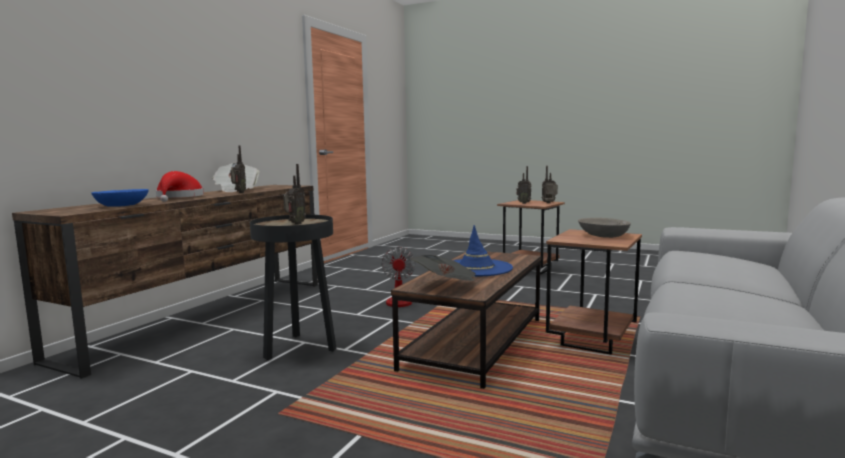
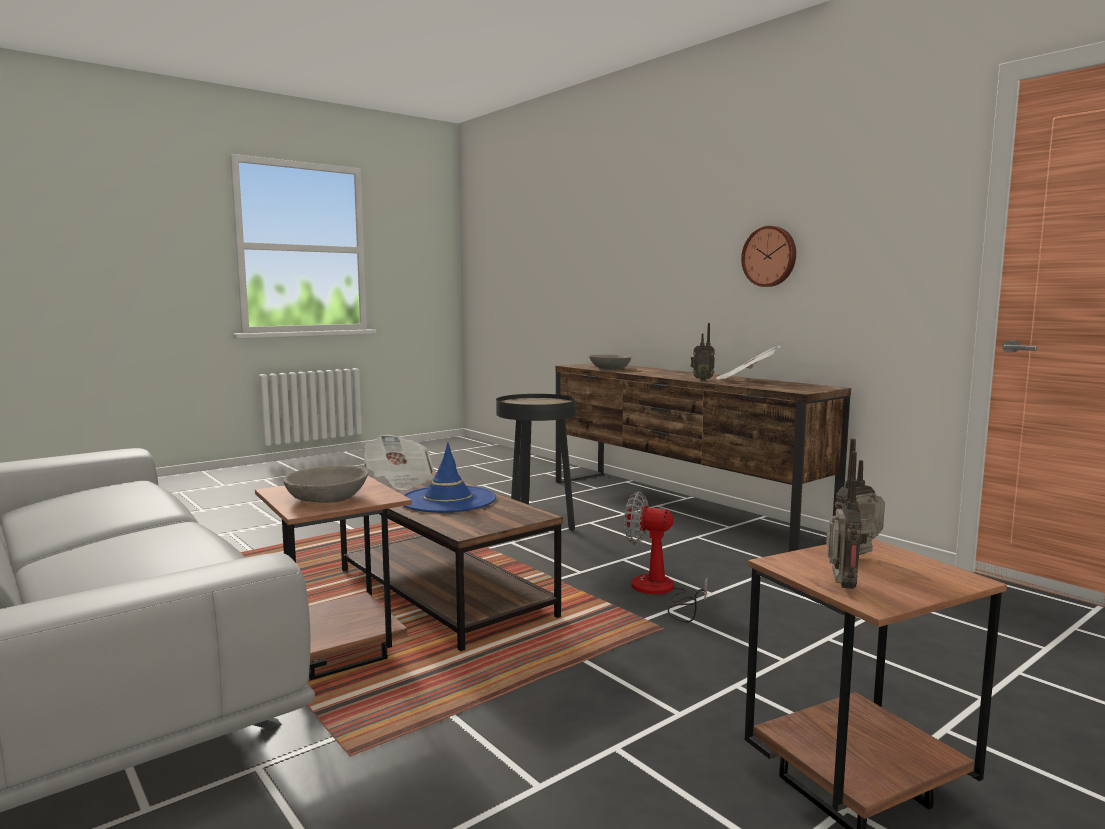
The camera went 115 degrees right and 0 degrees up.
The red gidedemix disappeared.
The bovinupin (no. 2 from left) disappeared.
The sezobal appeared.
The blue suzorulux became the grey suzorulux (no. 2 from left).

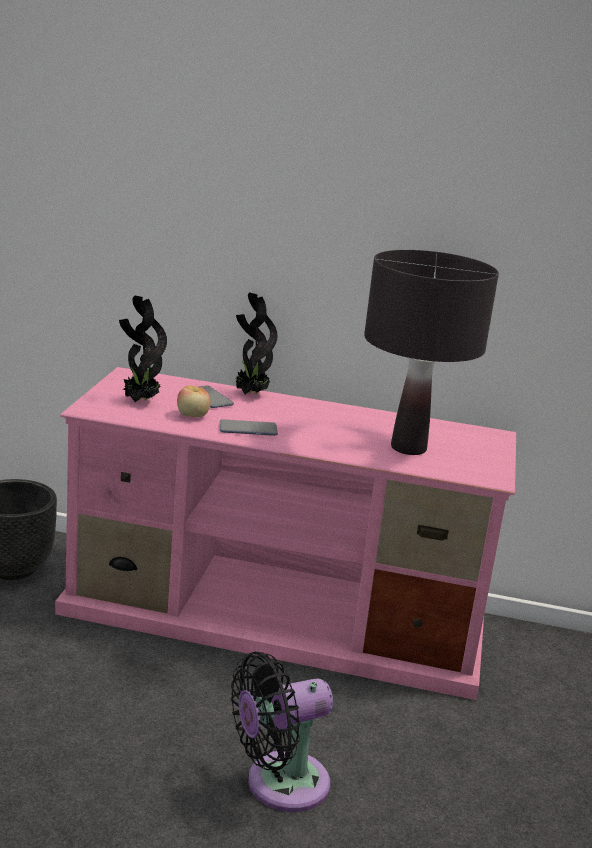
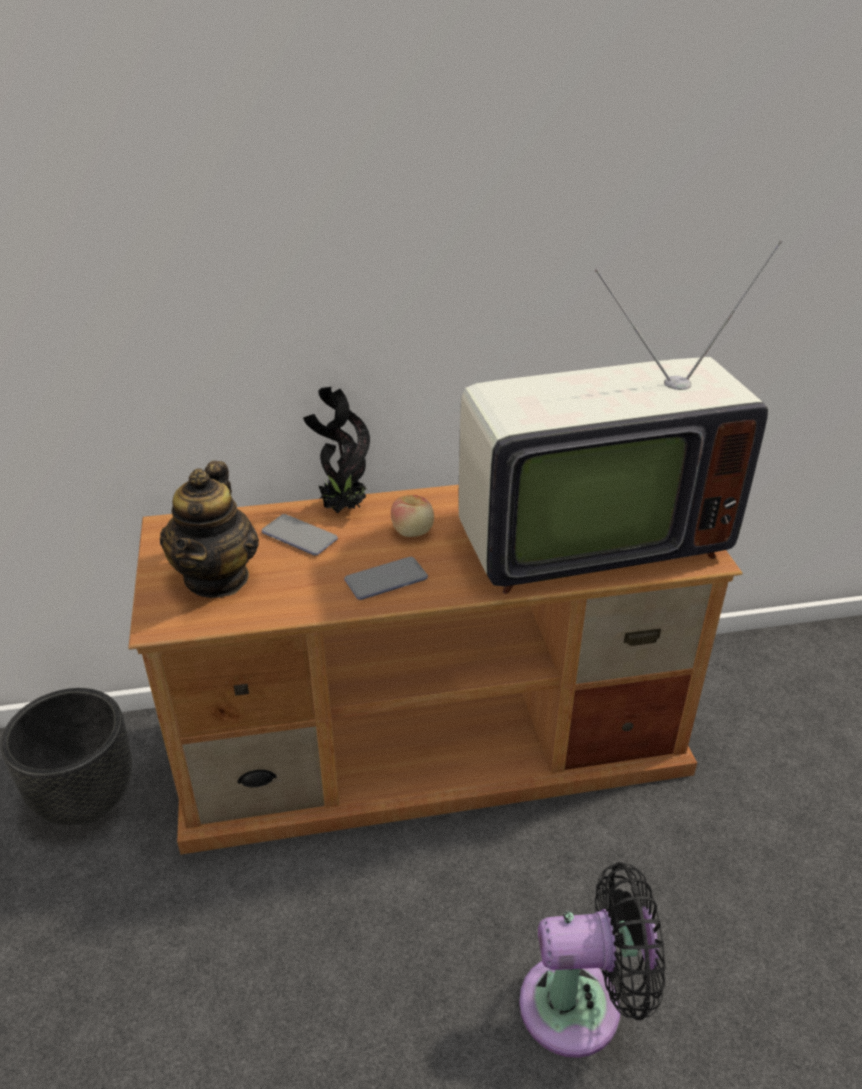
The camera went 20 degrees left and 15 degrees up.
The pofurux moved.
The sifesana (no. 1 from left) was replaced by the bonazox.
The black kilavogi was replaced by the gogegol.
The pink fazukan became the brown fazukan.
The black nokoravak turned 135 degrees counterclockwise.

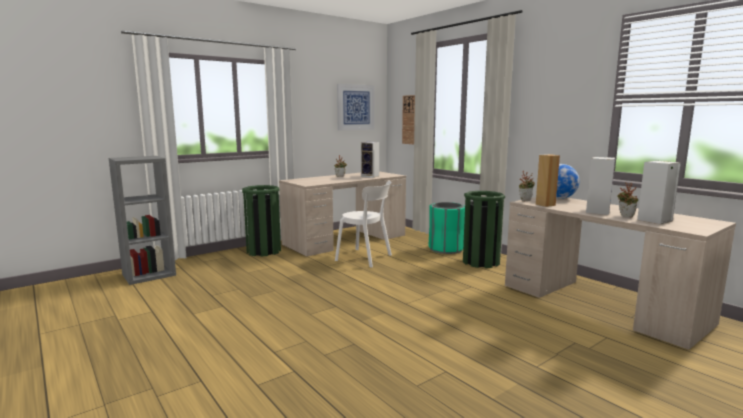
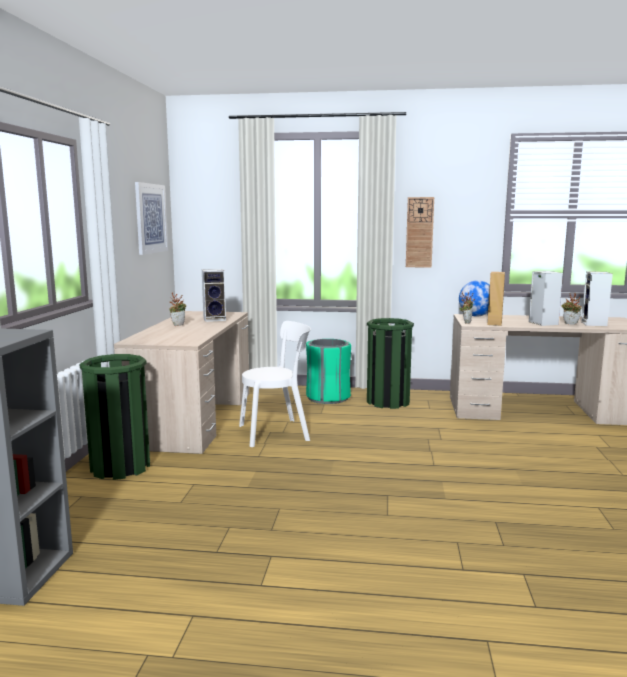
The camera went 45 degrees left and 0 degrees up.
The sezobal moved.

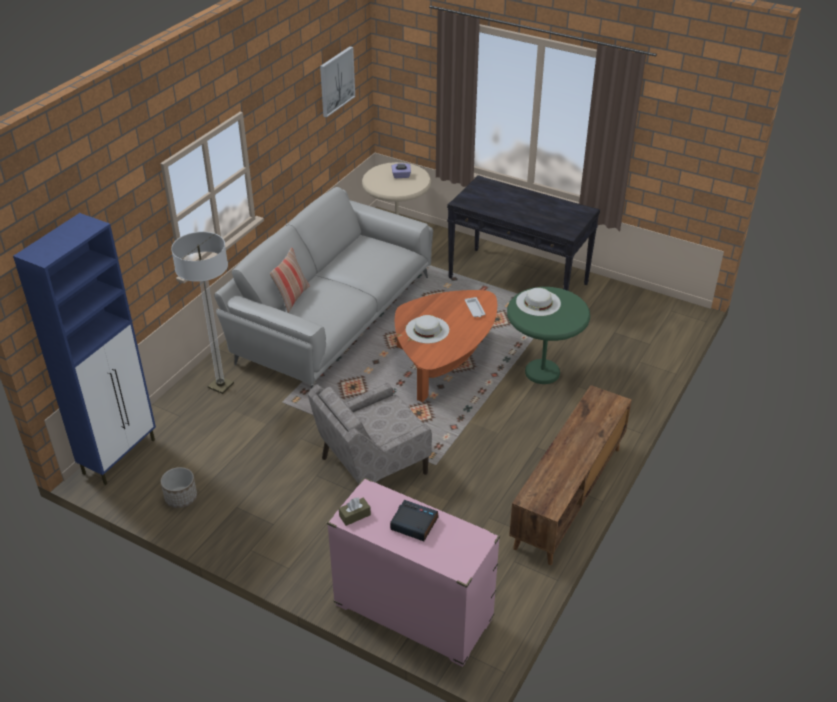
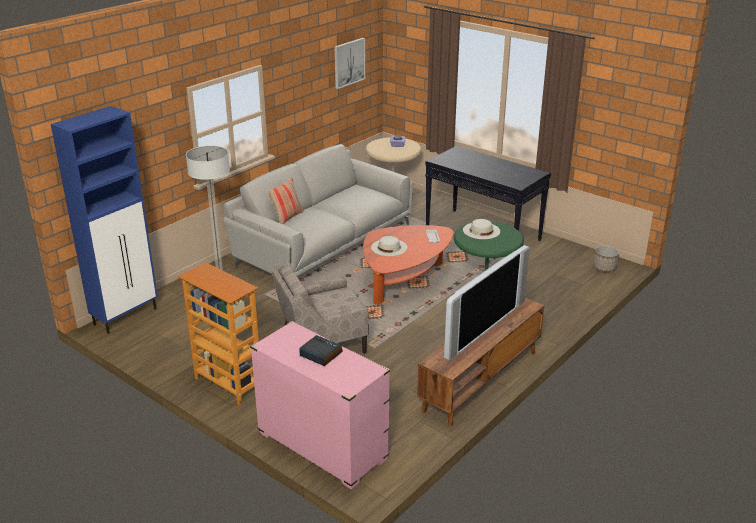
The camera went 10 degrees right and 10 degrees down.
The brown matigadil disappeared.
The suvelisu appeared.
The gogegol appeared.
The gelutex moved.

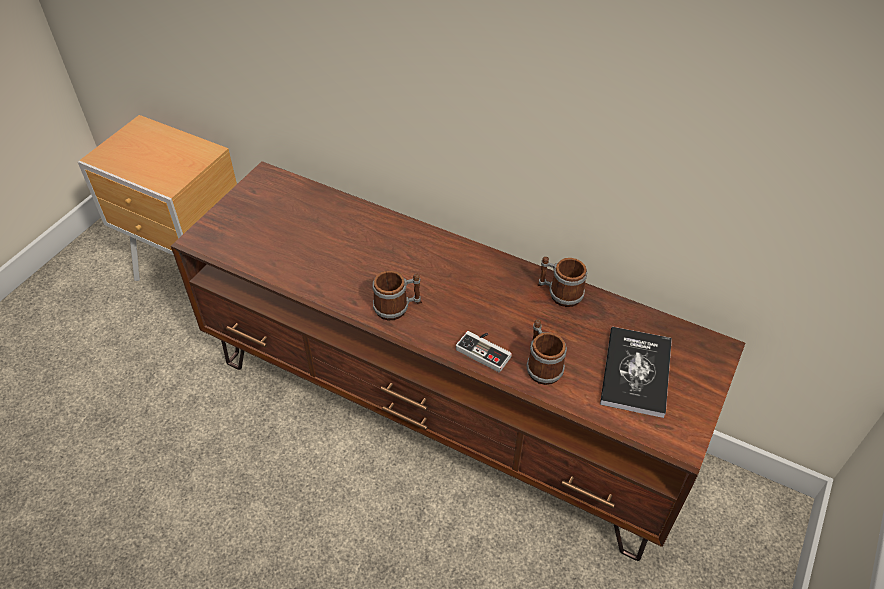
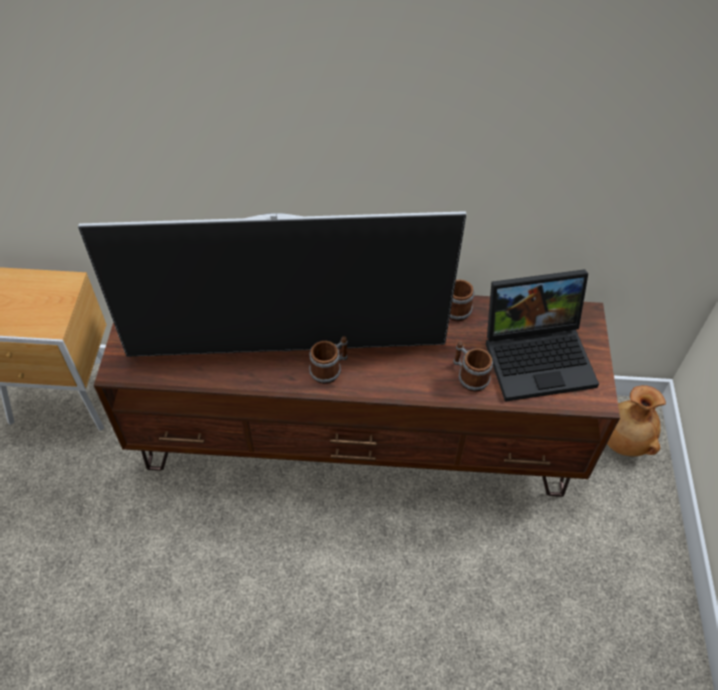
The camera went 25 degrees left and 5 degrees up.
The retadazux disappeared.
The gogegol appeared.
The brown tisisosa appeared.
The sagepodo was replaced by the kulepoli.

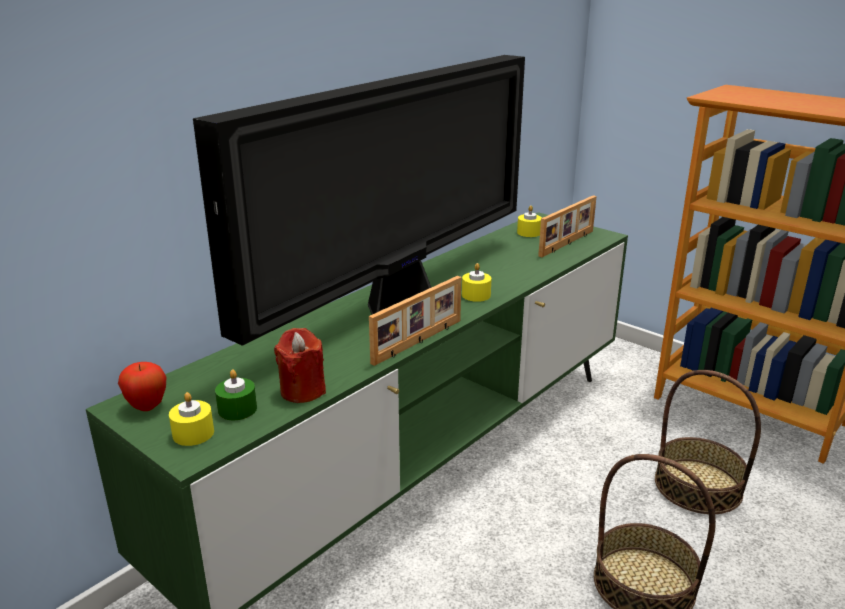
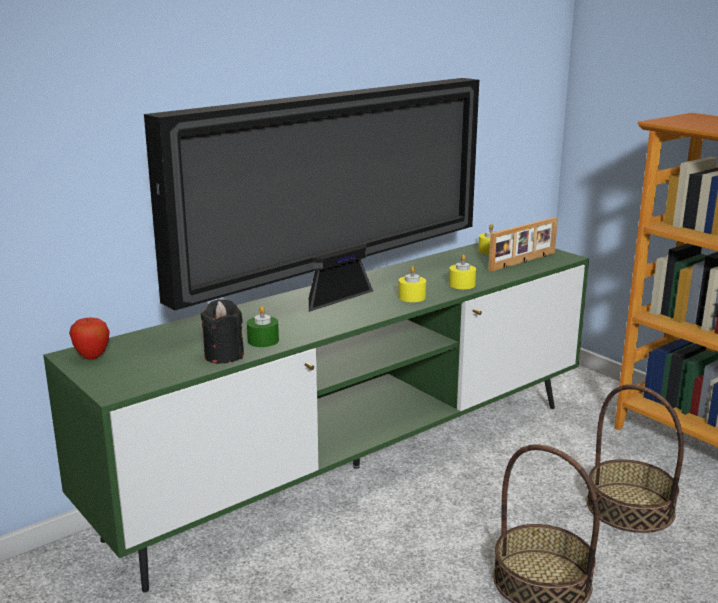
The camera went 10 degrees right and 5 degrees down.
The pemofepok (no. 1 from left) disappeared.
The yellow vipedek (no. 1 from left in the first image) moved.
The green vipedek moved.
The red vipedek became the black vipedek.

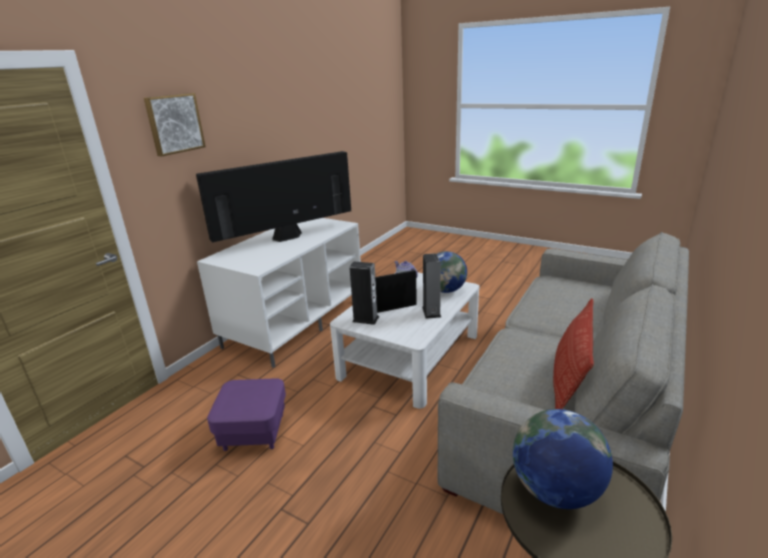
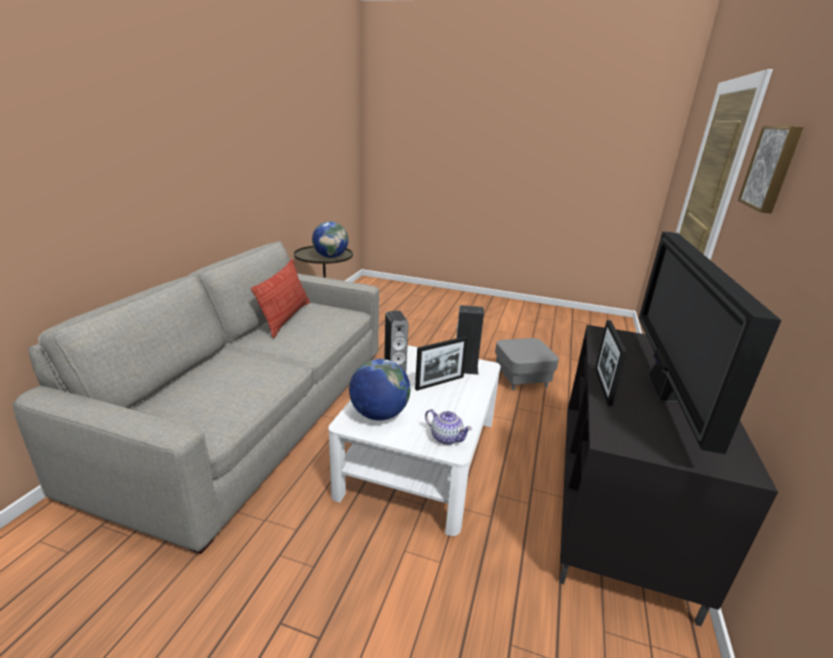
The camera went 165 degrees right and 0 degrees up.
The pemofepok (no. 2 from left) appeared.
The white fazukan became the black fazukan.
The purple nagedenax became the grey nagedenax.
The gogegol turned 150 degrees clockwise.

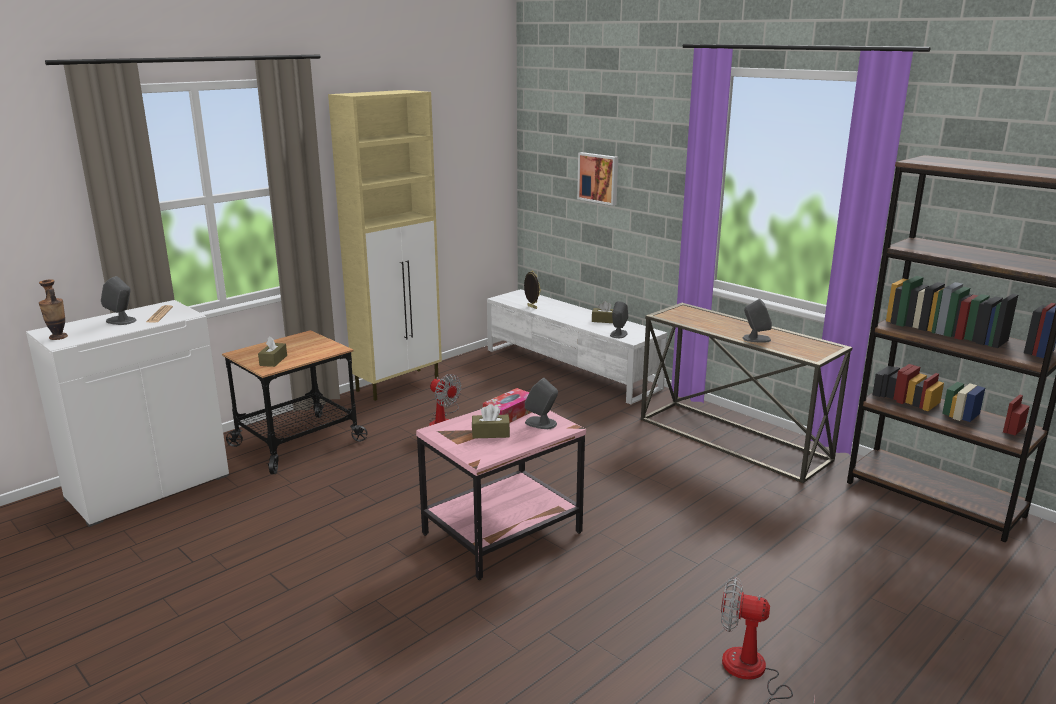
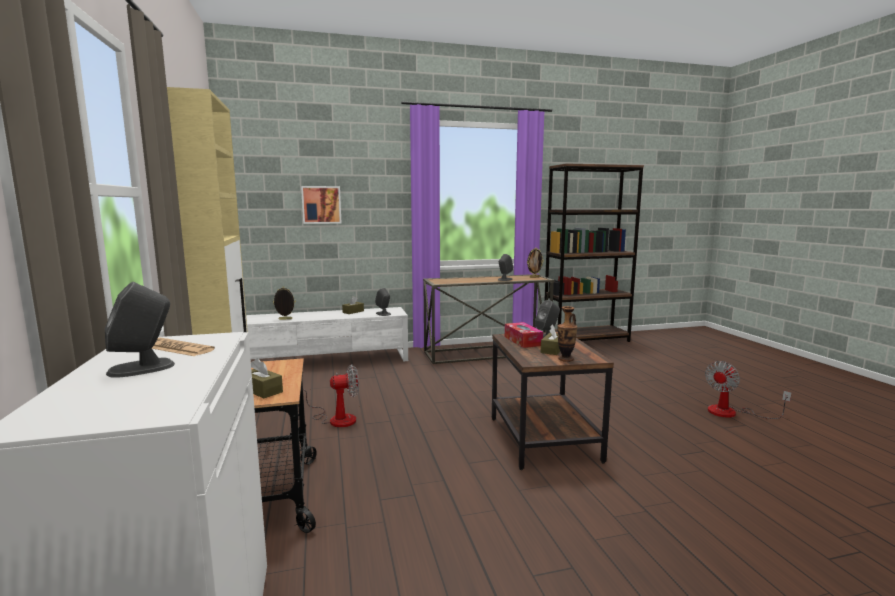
The camera went 60 degrees left and 10 degrees down.
The pemofepok (no. 2 from left) appeared.
The tisisosa moved.
The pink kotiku became the brown kotiku.

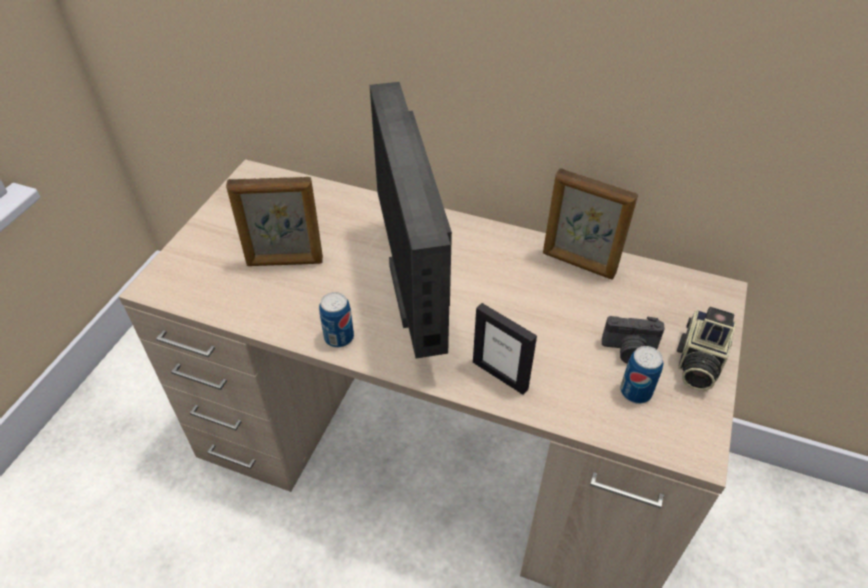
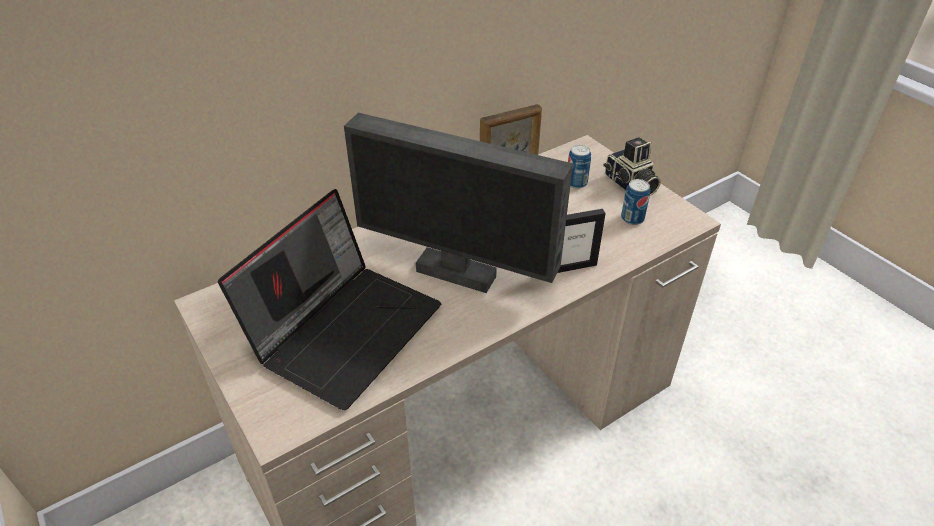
The camera went 55 degrees left and 5 degrees down.
The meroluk (no. 1 from left) disappeared.
The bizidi (no. 1 from left) moved.
The pemofepok (no. 1 from left) was replaced by the kulepoli.

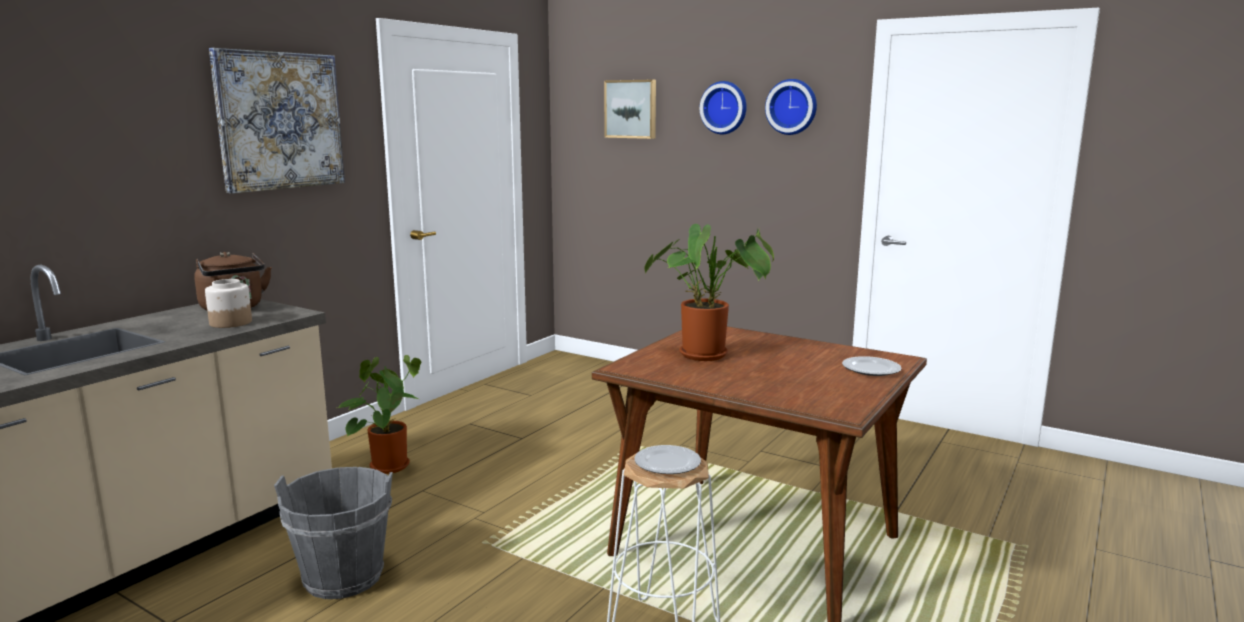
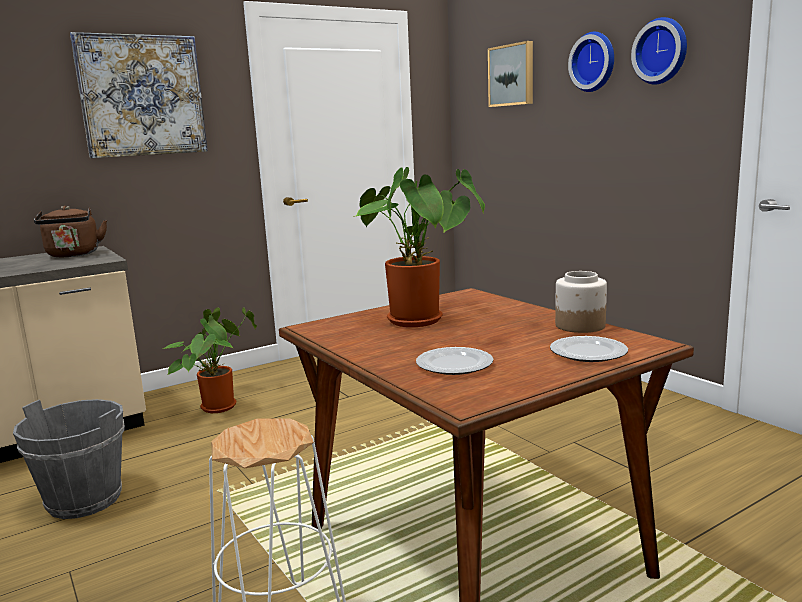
The camera went 25 degrees right and 0 degrees up.
The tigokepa moved.
The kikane (no. 1 from left) moved.

